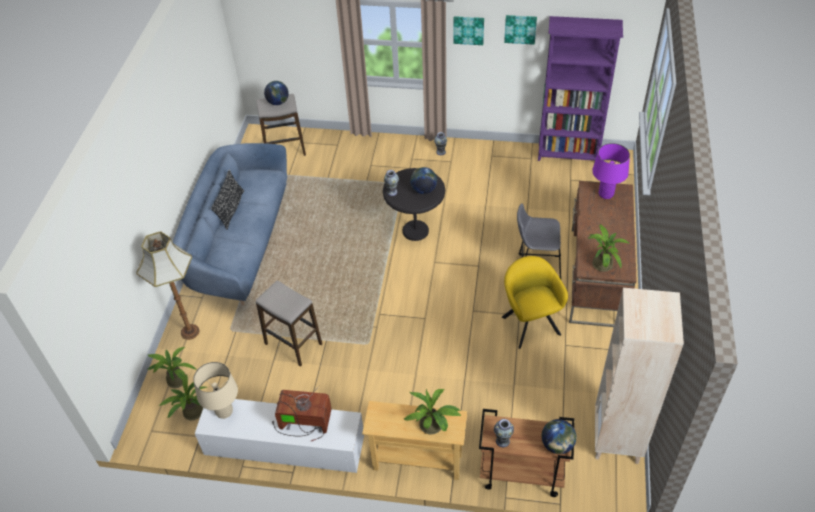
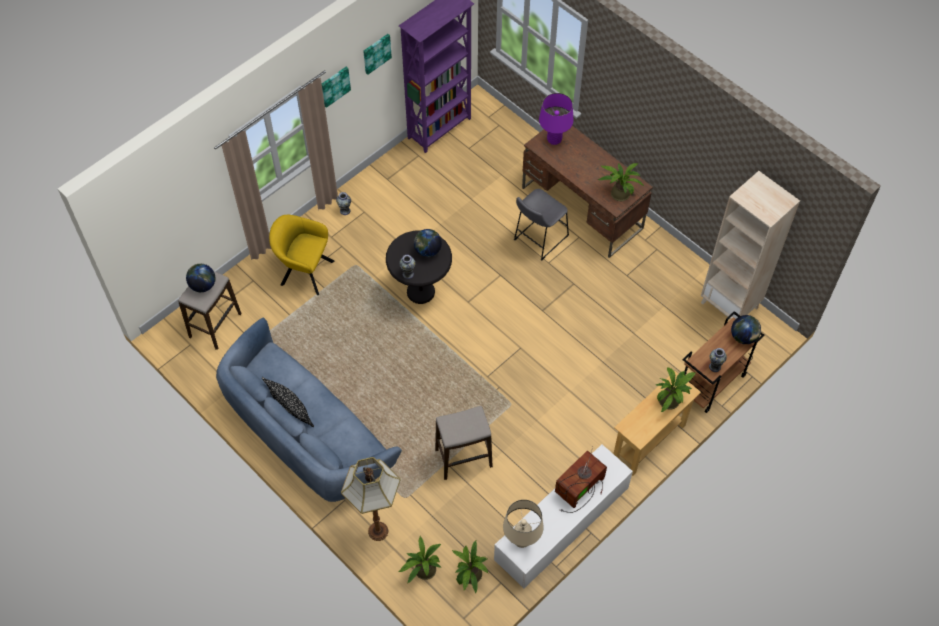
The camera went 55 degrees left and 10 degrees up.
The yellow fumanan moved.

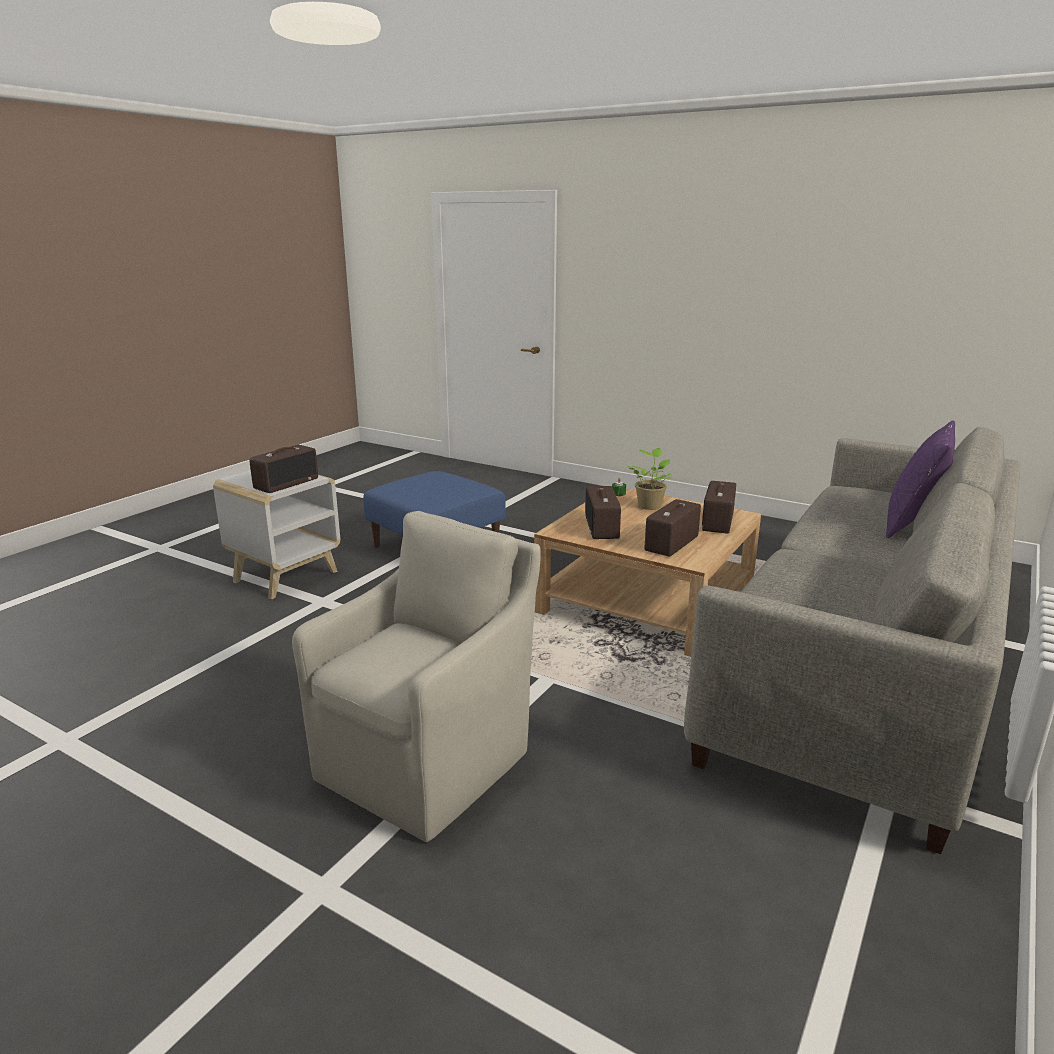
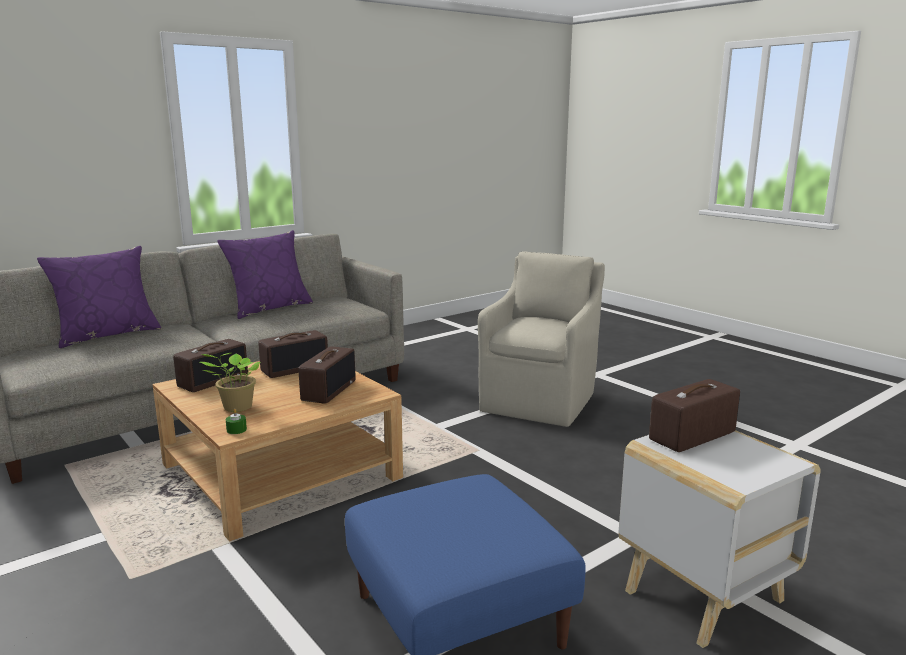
The camera went 160 degrees left and 5 degrees down.
The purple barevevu (no. 2 from left) appeared.
The beige fumanan turned 150 degrees clockwise.

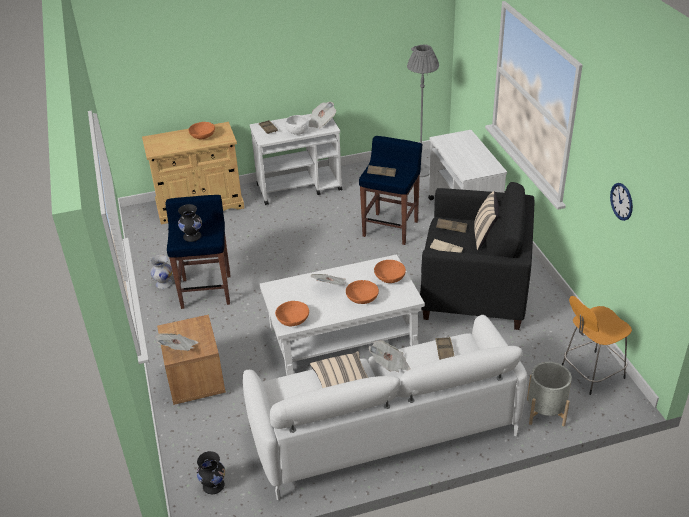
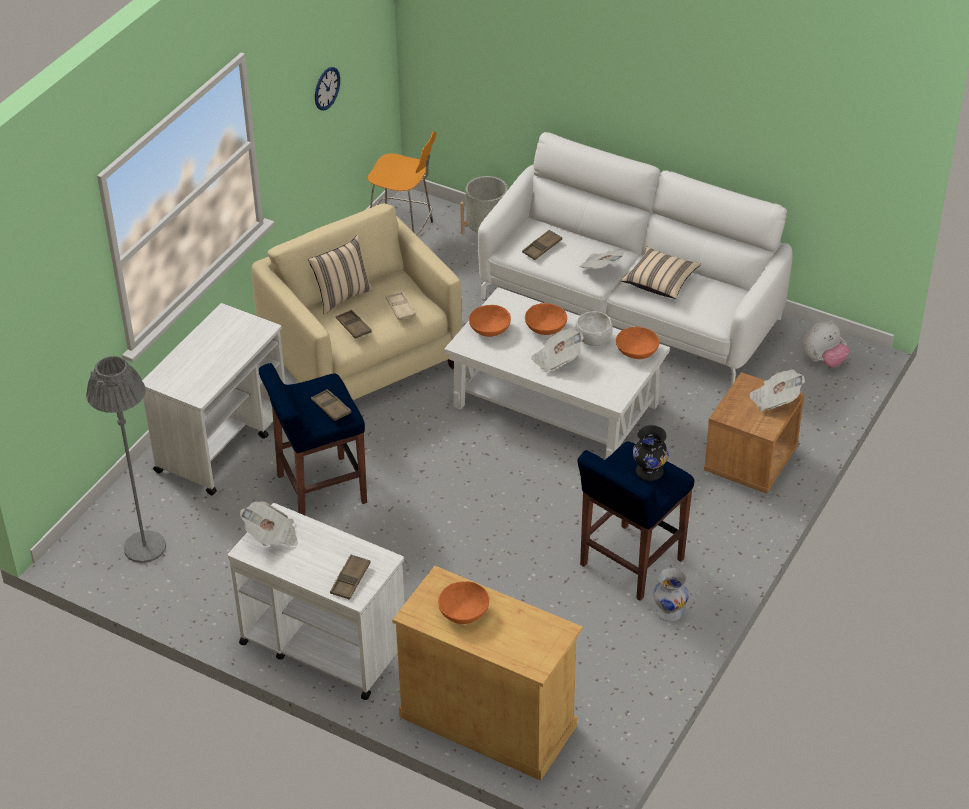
The camera went 135 degrees left and 5 degrees up.
The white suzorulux moved.
The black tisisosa (no. 2 from left) was replaced by the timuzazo.
The black fumanan became the beige fumanan.

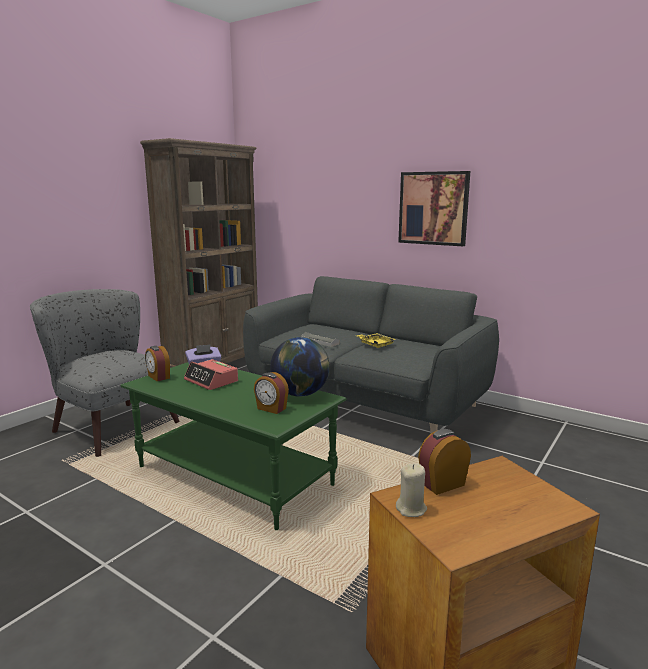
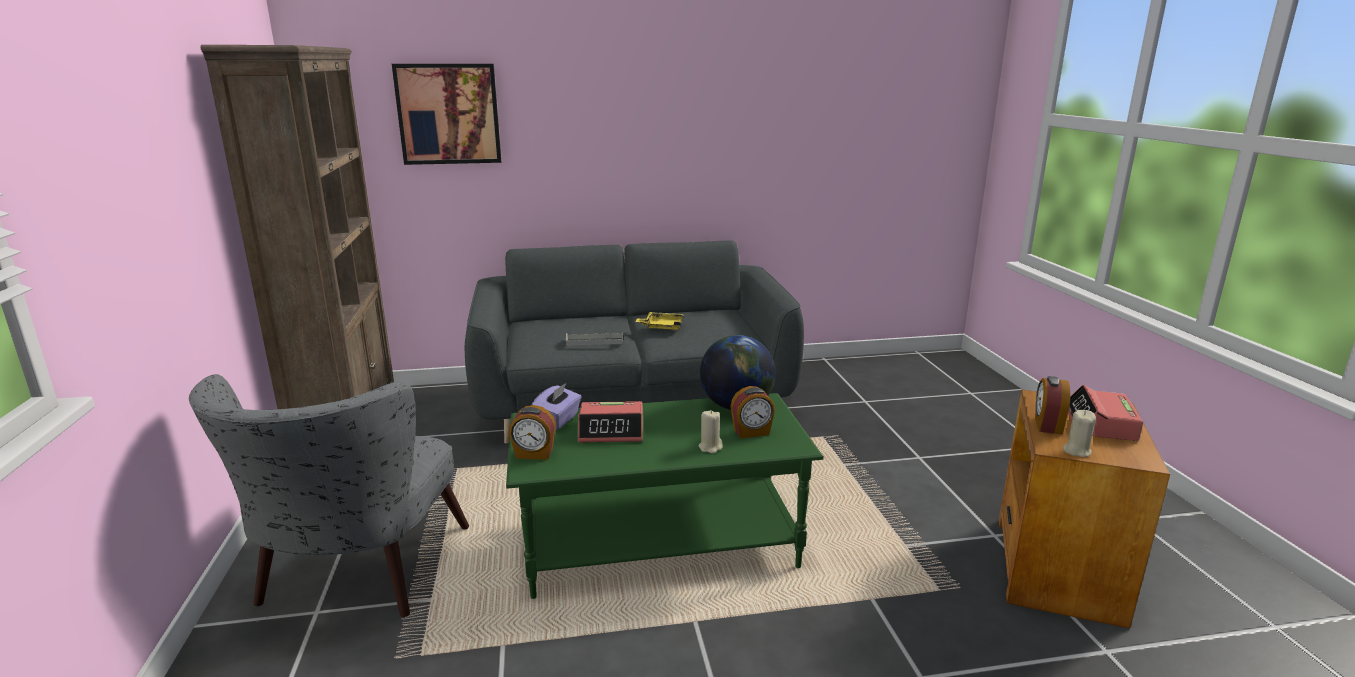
The camera went 45 degrees left and 5 degrees up.
The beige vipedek (no. 1 from left) appeared.
The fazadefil (no. 5 from left) appeared.
The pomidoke moved.
The grey fumanan turned 75 degrees counterclockwise.

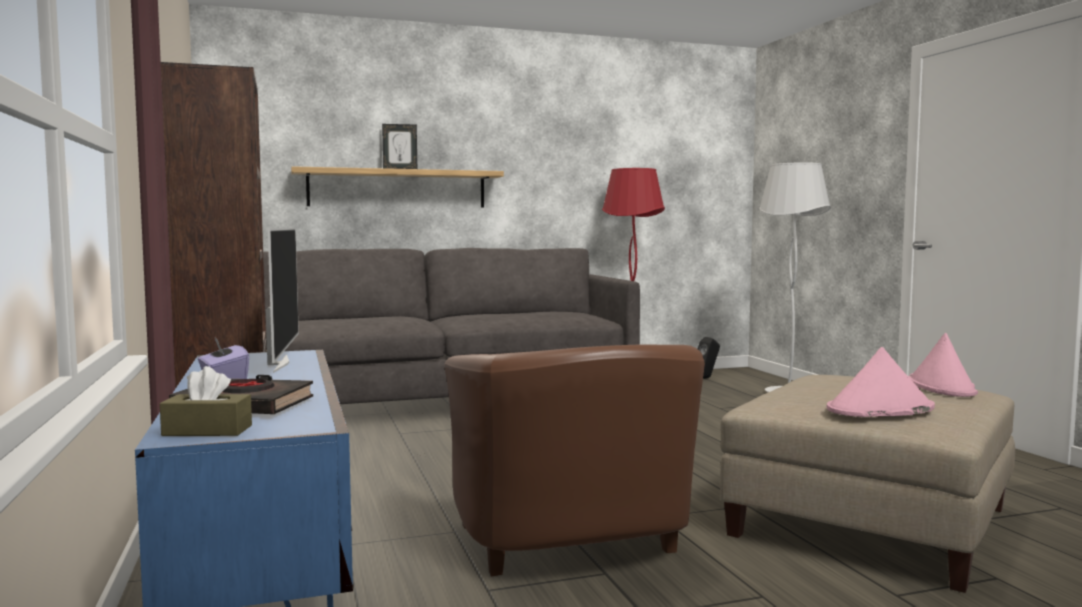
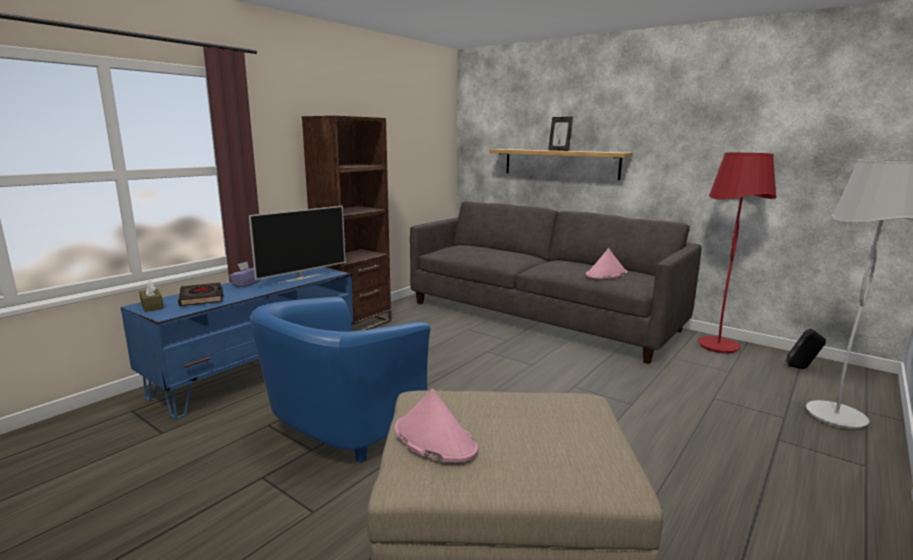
The camera went 55 degrees right and 10 degrees up.
The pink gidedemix (no. 2 from left) moved.
The brown fumanan became the blue fumanan.

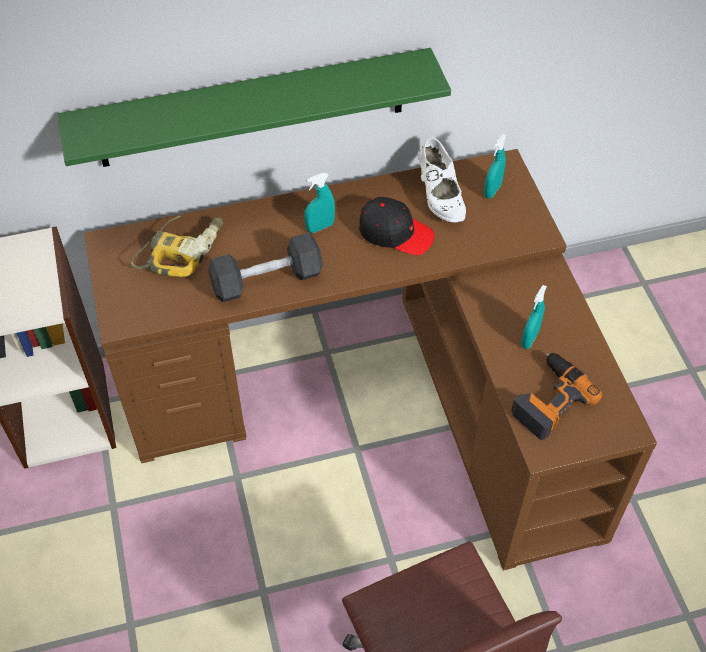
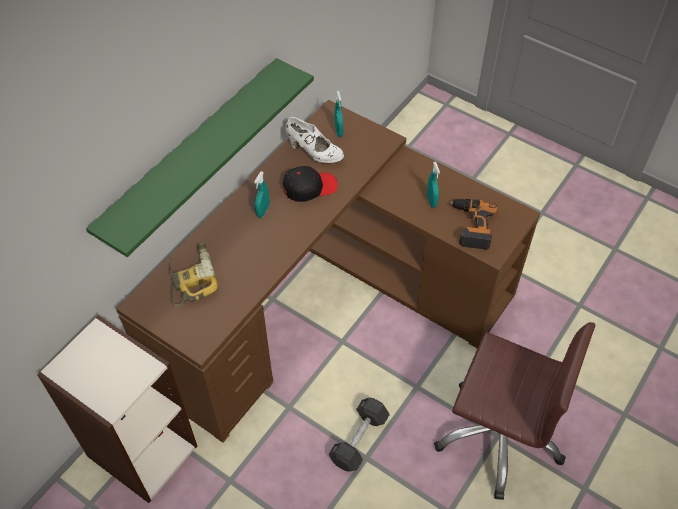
The camera went 40 degrees left and 0 degrees up.
The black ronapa moved.

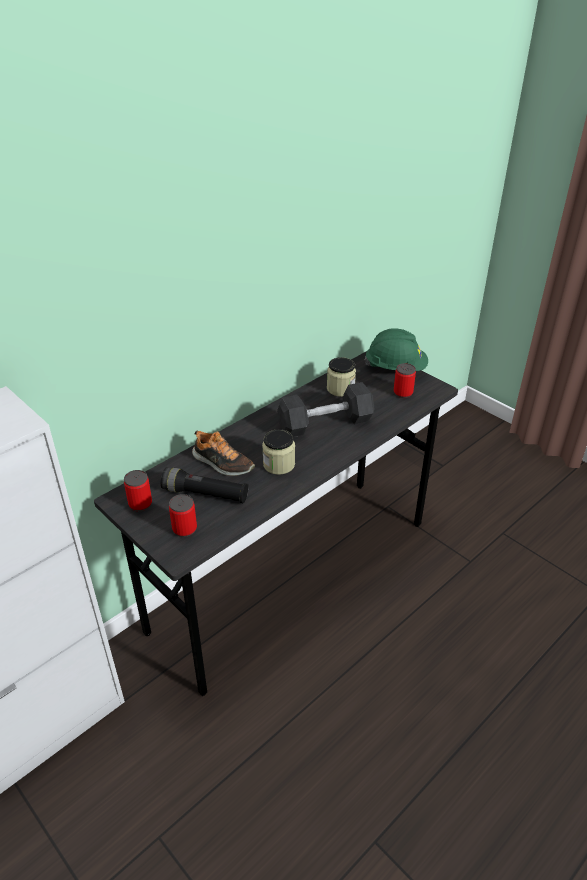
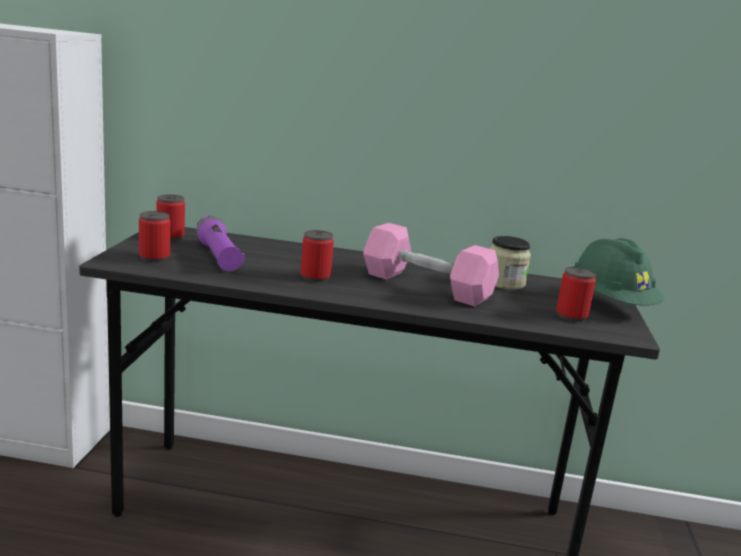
The camera went 50 degrees right and 20 degrees down.
The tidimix disappeared.
The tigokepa (no. 1 from left) was replaced by the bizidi (no. 3 from left).
The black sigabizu became the purple sigabizu.
The grey ronapa became the pink ronapa.

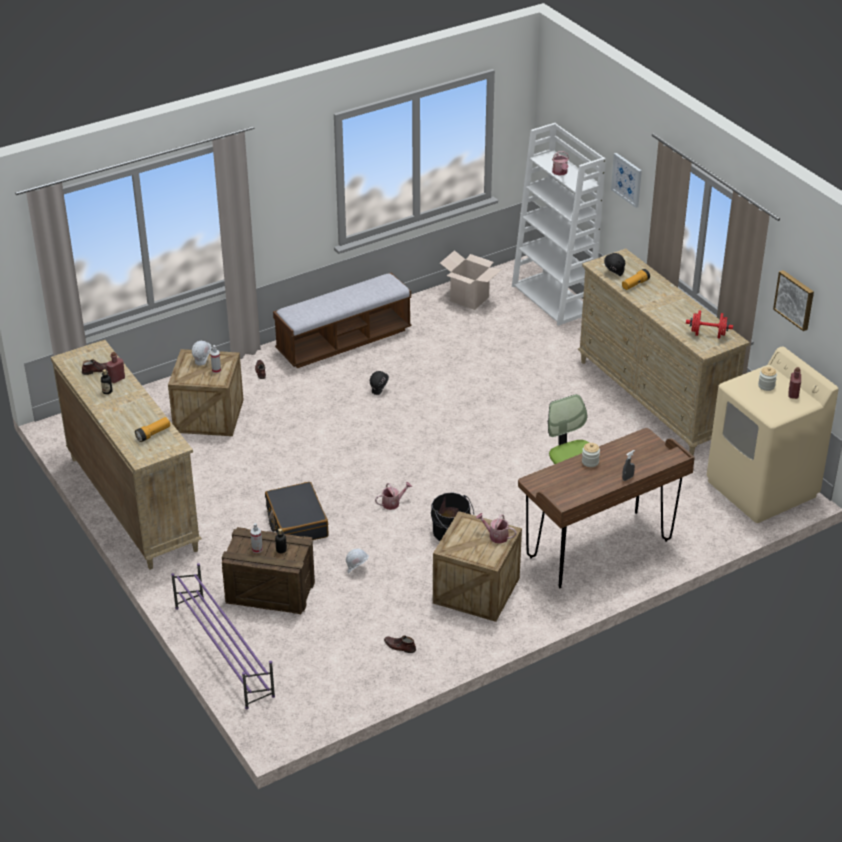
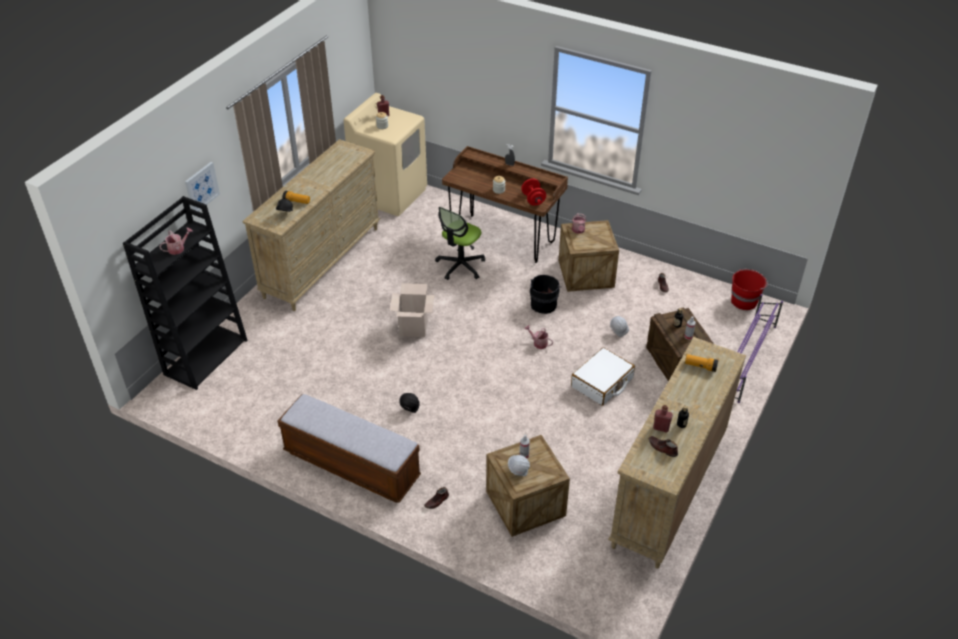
The camera went 120 degrees left and 5 degrees up.
The pomidoke (no. 2 from left) disappeared.
The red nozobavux appeared.
The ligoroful moved.
The red ronapa moved.
The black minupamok became the white minupamok.
The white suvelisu became the black suvelisu.

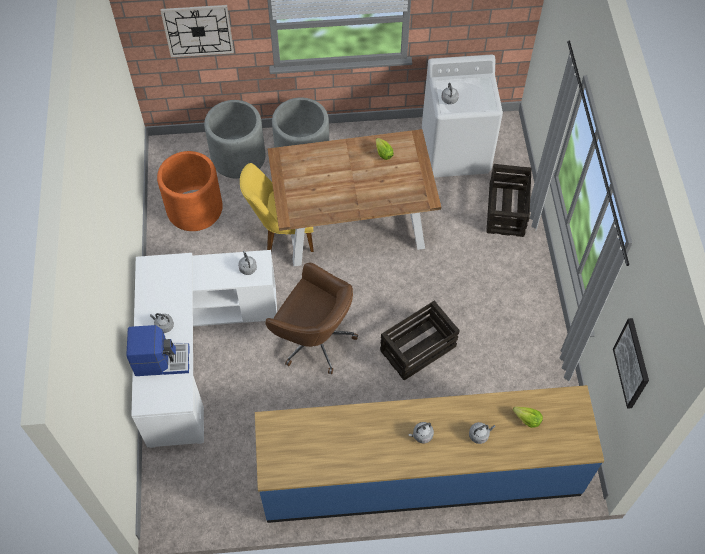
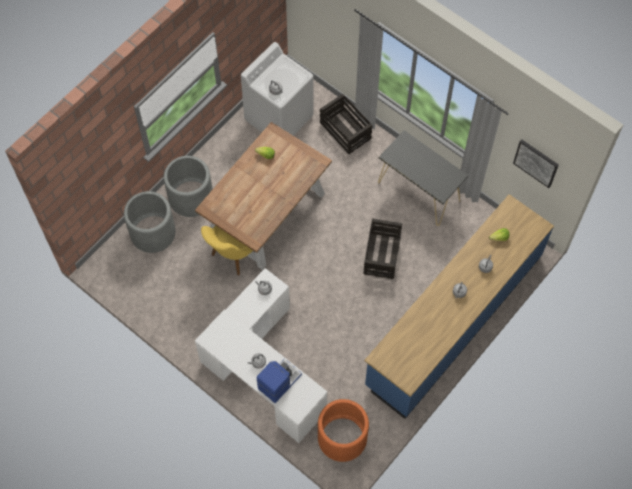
The camera went 45 degrees left and 5 degrees up.
The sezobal disappeared.
The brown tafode disappeared.
The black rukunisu appeared.
The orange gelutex moved.

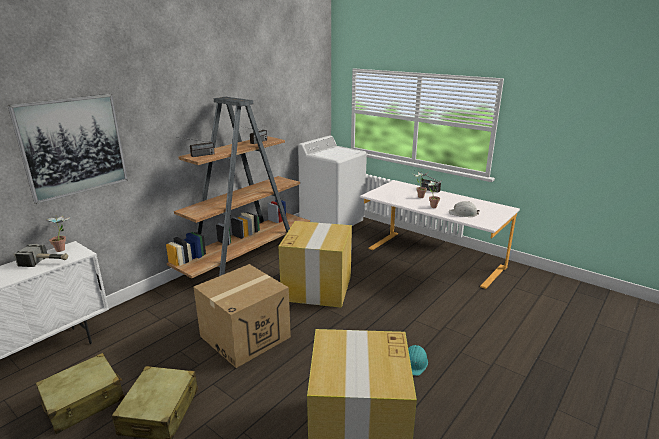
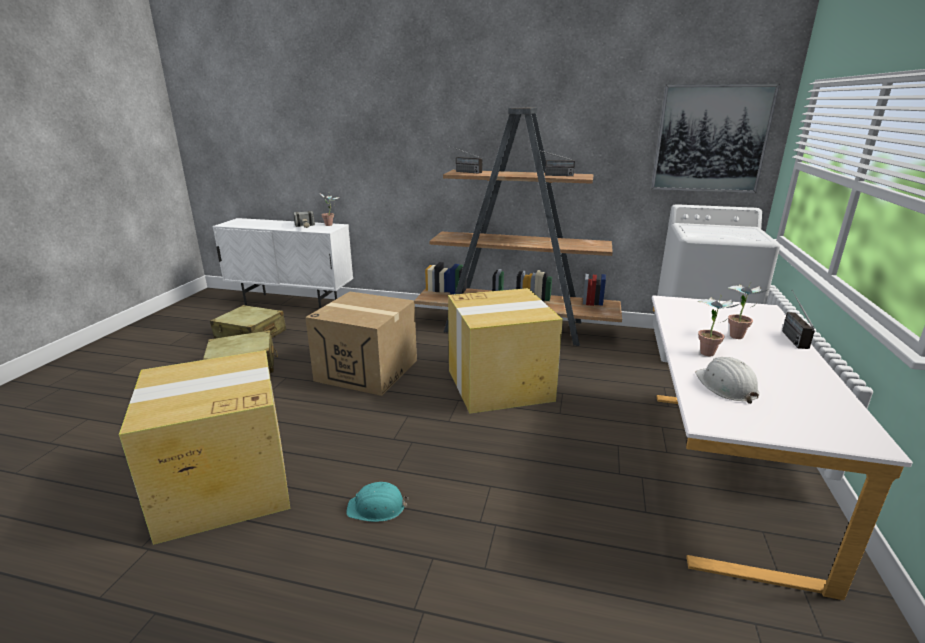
The camera went 65 degrees right and 0 degrees up.
The pomidoke moved.

